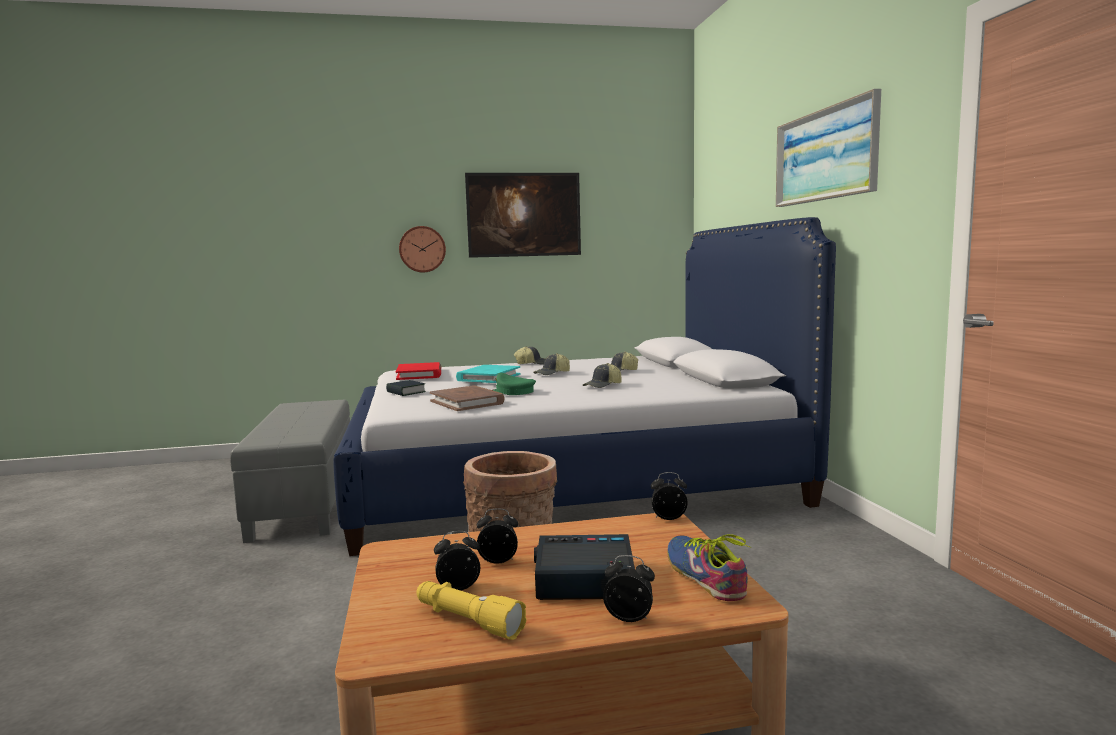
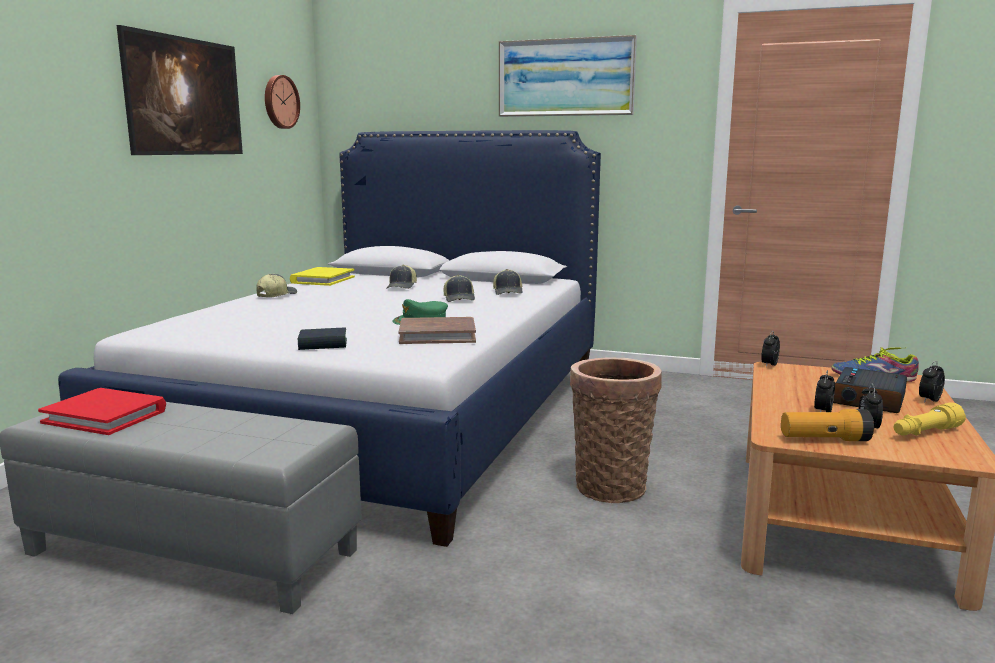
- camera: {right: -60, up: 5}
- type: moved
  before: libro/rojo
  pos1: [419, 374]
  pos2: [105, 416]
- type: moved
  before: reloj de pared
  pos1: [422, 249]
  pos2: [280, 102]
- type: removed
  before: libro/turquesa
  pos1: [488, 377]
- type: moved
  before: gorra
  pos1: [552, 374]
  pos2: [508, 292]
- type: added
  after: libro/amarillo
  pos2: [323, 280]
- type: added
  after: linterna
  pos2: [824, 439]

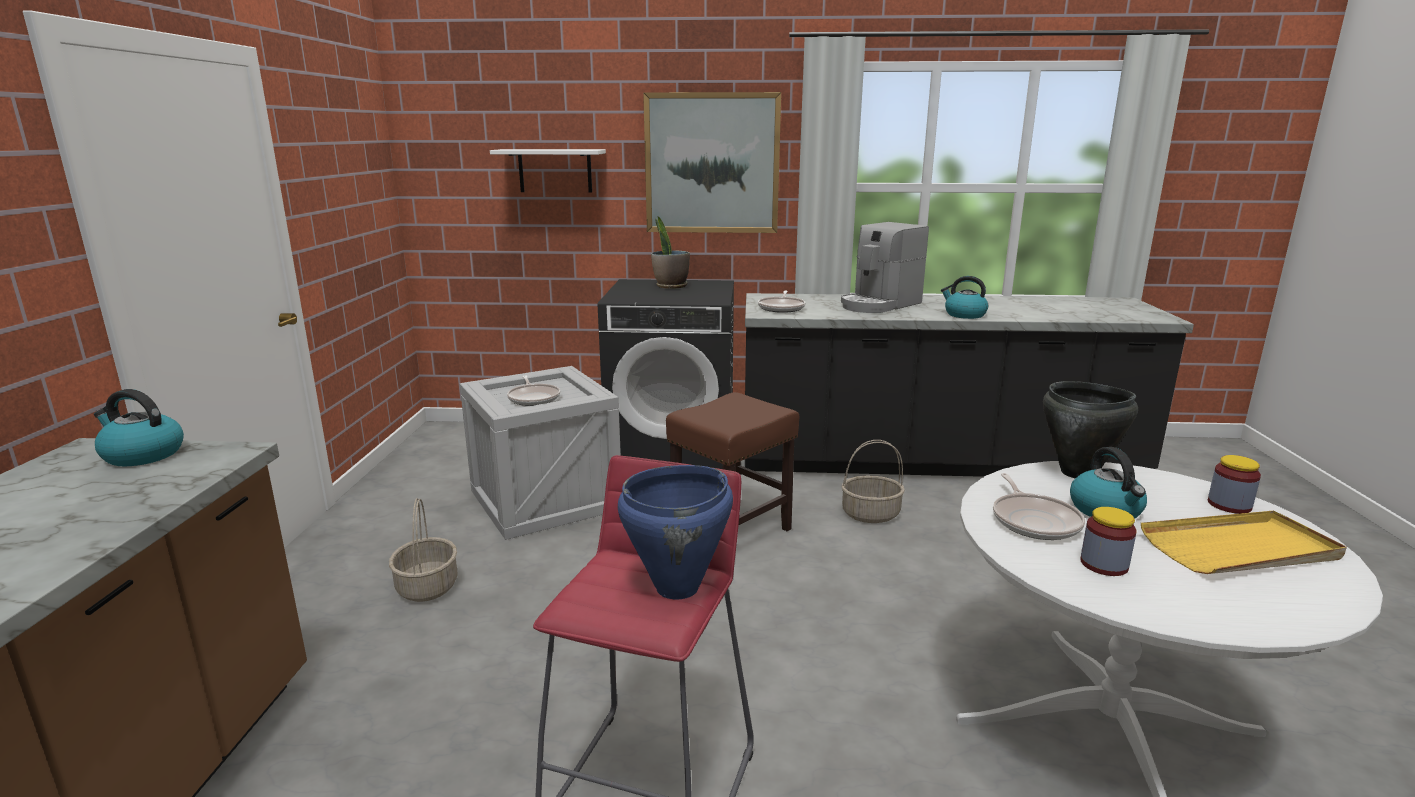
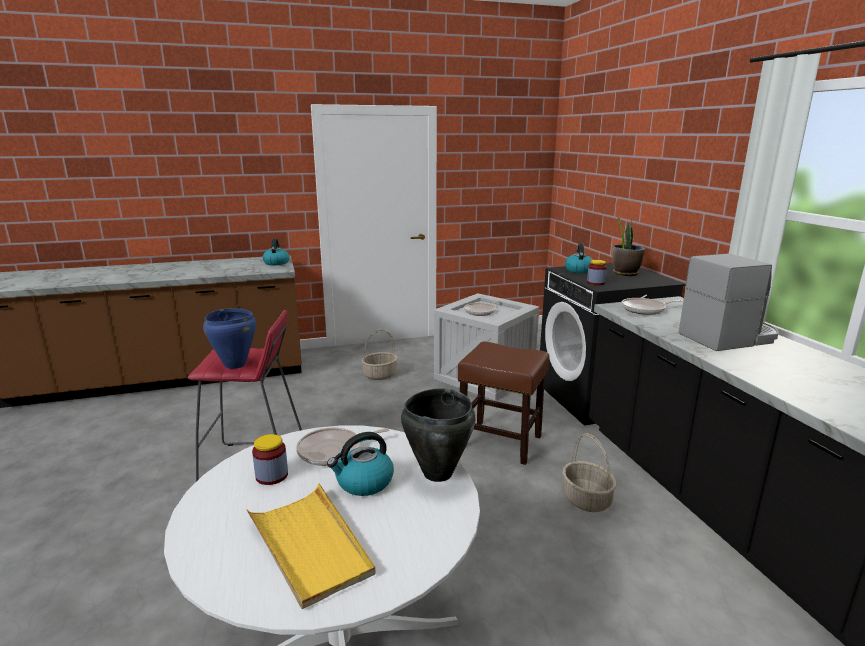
- camera: {right: 70, up: 0}
- type: removed
  before: estante/blanco
  pos1: [555, 170]
- type: removed
  before: cuadro
  pos1: [712, 164]
- type: turned
  before: cafetera
  pos1: [879, 305]
  pos2: [729, 337]
  turn: 135
- type: moved
  before: hervidor
  pos1: [964, 315]
  pos2: [578, 270]
- type: moved
  before: tarro
  pos1: [1229, 505]
  pos2: [595, 283]

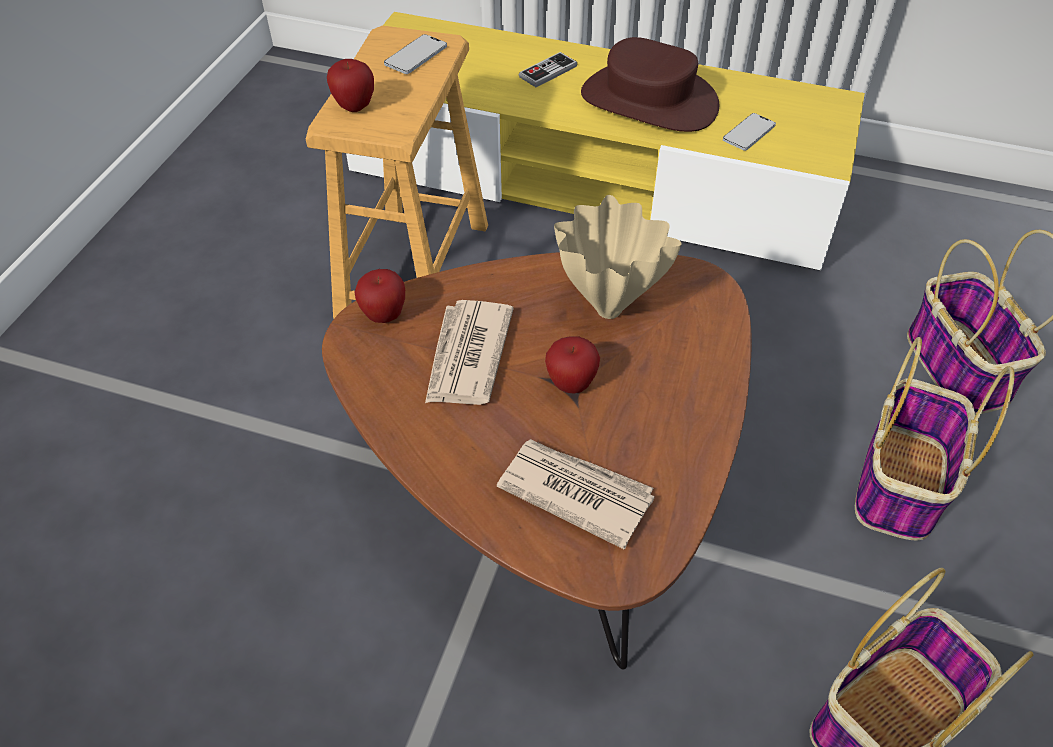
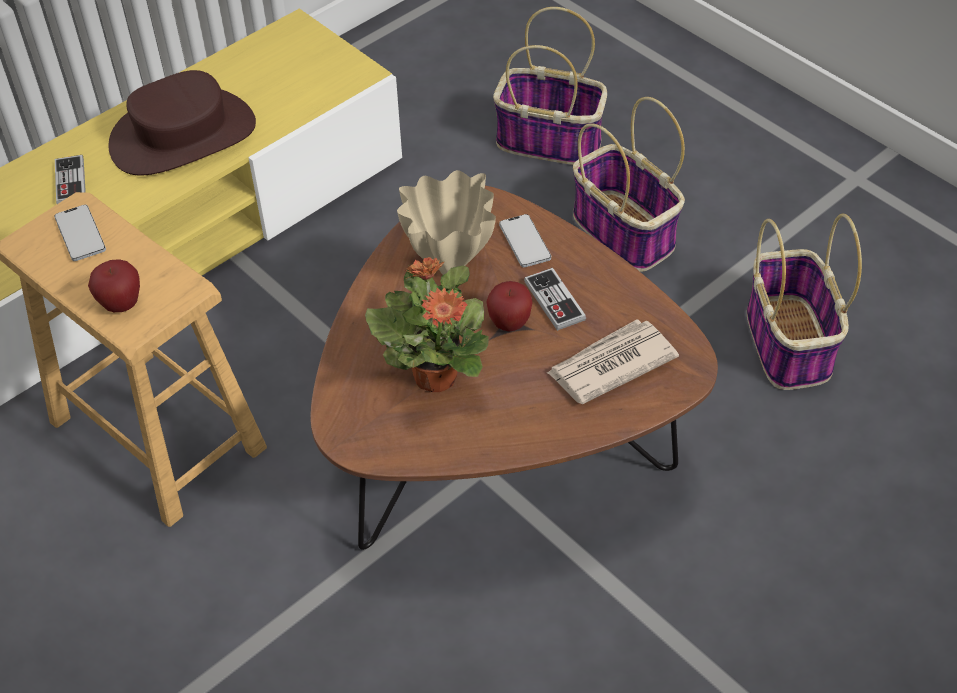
- camera: {right: -60, up: 0}
- type: removed
  before: manzana
  pos1: [384, 315]
- type: replaced
  before: periódico
  after: planta en maceta
  pos1: [467, 356]
  pos2: [435, 375]
- type: moved
  before: móvil
  pos1: [749, 133]
  pos2: [525, 242]
- type: added
  after: mando de consola
  pos2: [554, 301]

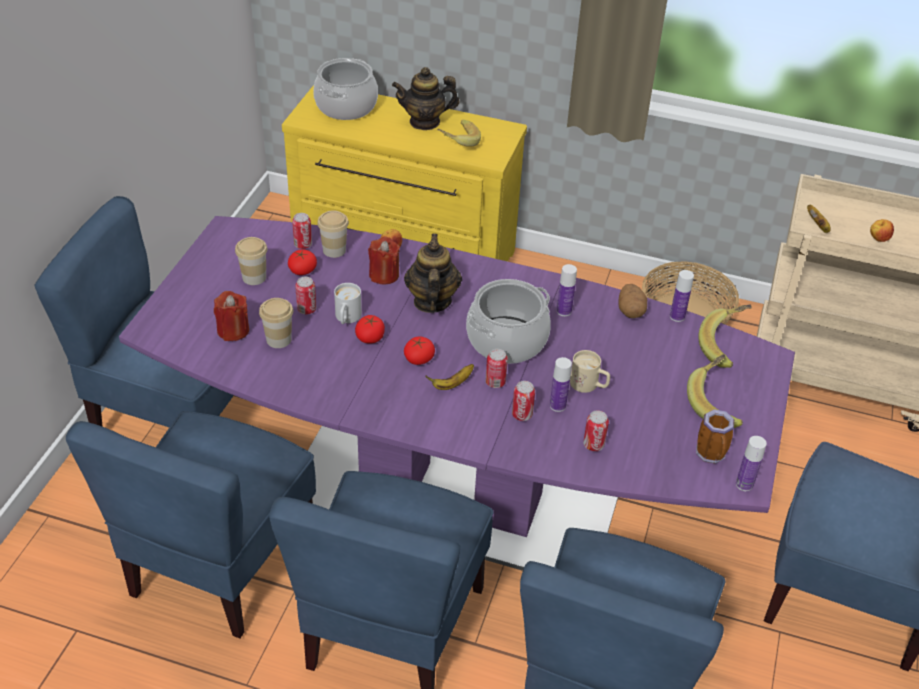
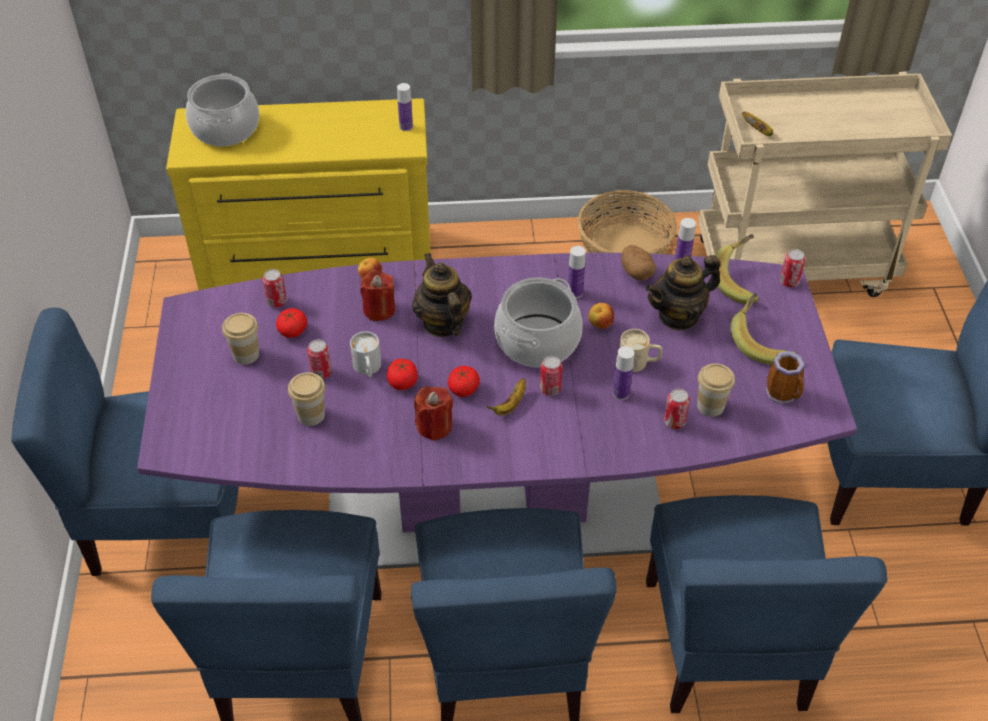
- camera: {right: -20, up: 5}
- type: moved
  before: vela/rojo
  pos1: [233, 330]
  pos2: [434, 426]
- type: moved
  before: taza
  pos1: [334, 250]
  pos2: [710, 406]
- type: moved
  before: tetera
  pos1: [425, 122]
  pos2: [678, 316]
- type: removed
  before: plátano
  pos1: [456, 142]
- type: moved
  before: lata
  pos1: [522, 415]
  pos2: [789, 282]
- type: moved
  before: botella
  pos1: [744, 484]
  pos2: [406, 127]
- type: moved
  before: manzana
  pos1: [878, 239]
  pos2: [600, 325]

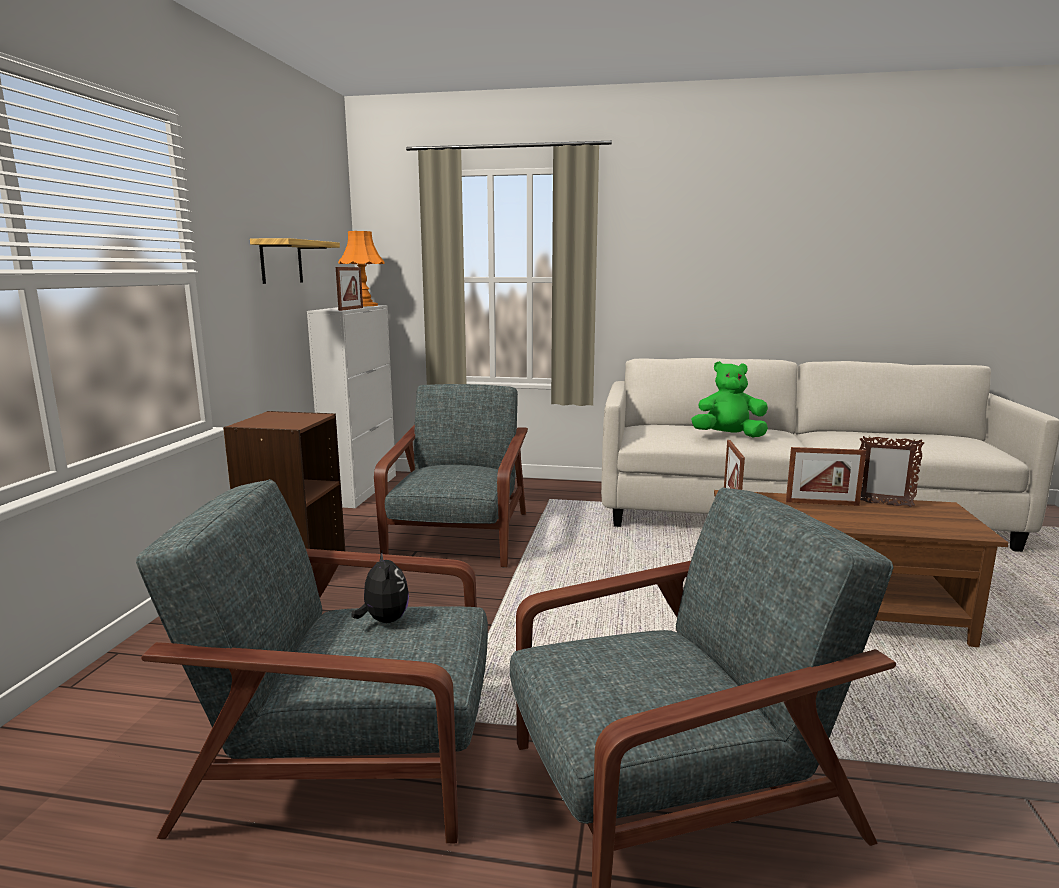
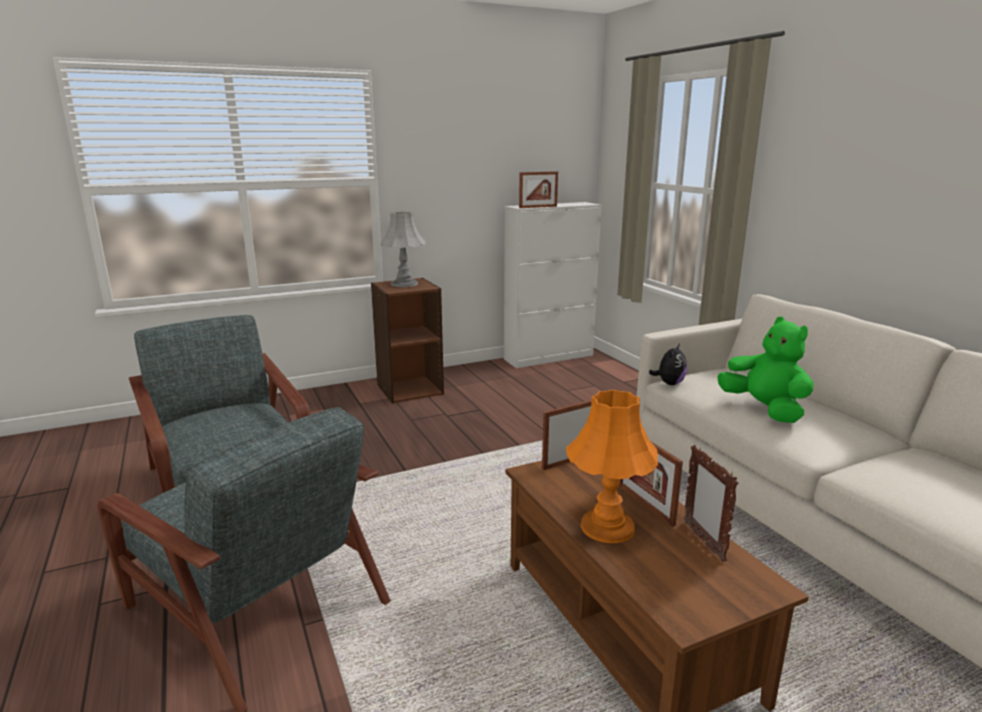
- camera: {right: 55, up: 5}
- type: removed
  before: estante
  pos1: [281, 262]
- type: moved
  before: lámpara de mesa/naranja
  pos1: [364, 305]
  pos2: [607, 527]
- type: moved
  before: peluche
  pos1: [384, 620]
  pos2: [669, 383]
- type: removed
  before: sillón/gris
  pos1: [459, 537]
- type: added
  after: lámpara de mesa/gris
  pos2: [404, 284]

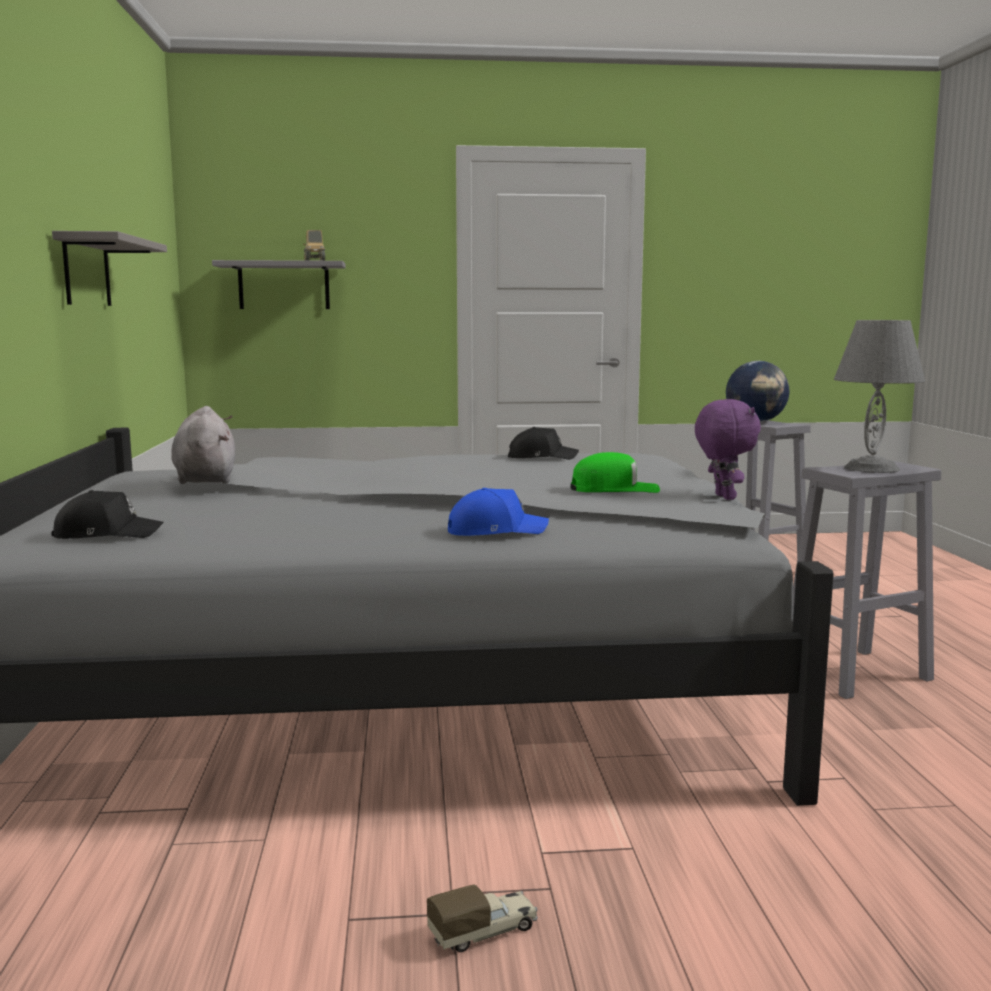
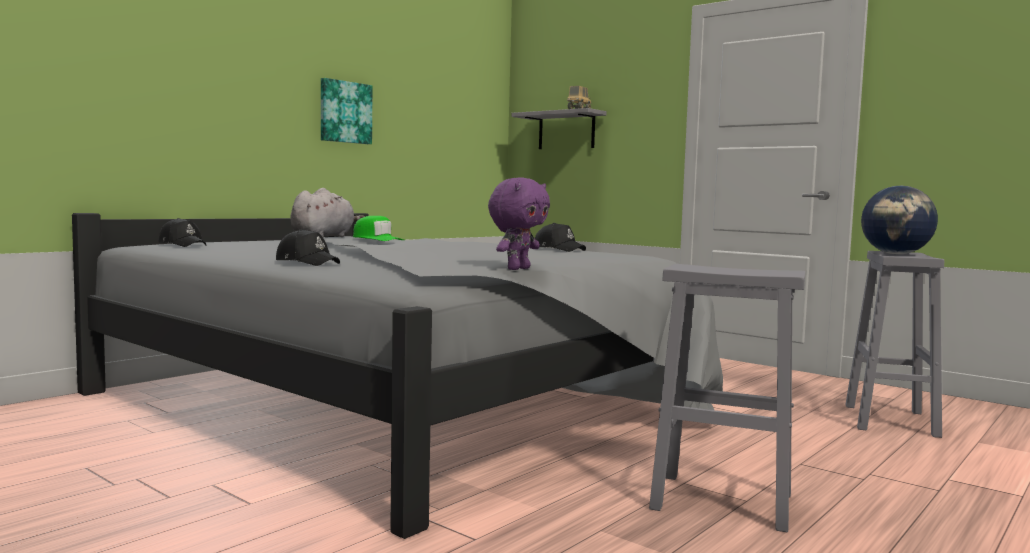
- camera: {right: 45, up: -5}
- type: replaced
  before: estante/gris
  after: cuadro
  pos1: [87, 271]
  pos2: [345, 112]
- type: removed
  before: camión de juguete
  pos1: [484, 932]
- type: recoloured
  before: gorra/azul
  after: gorra/negro
  pos1: [495, 531]
  pos2: [307, 262]
- type: moved
  before: gorra/verde
  pos1: [614, 489]
  pos2: [377, 239]
- type: removed
  before: lámpara de mesa/gris
  pos1: [871, 468]

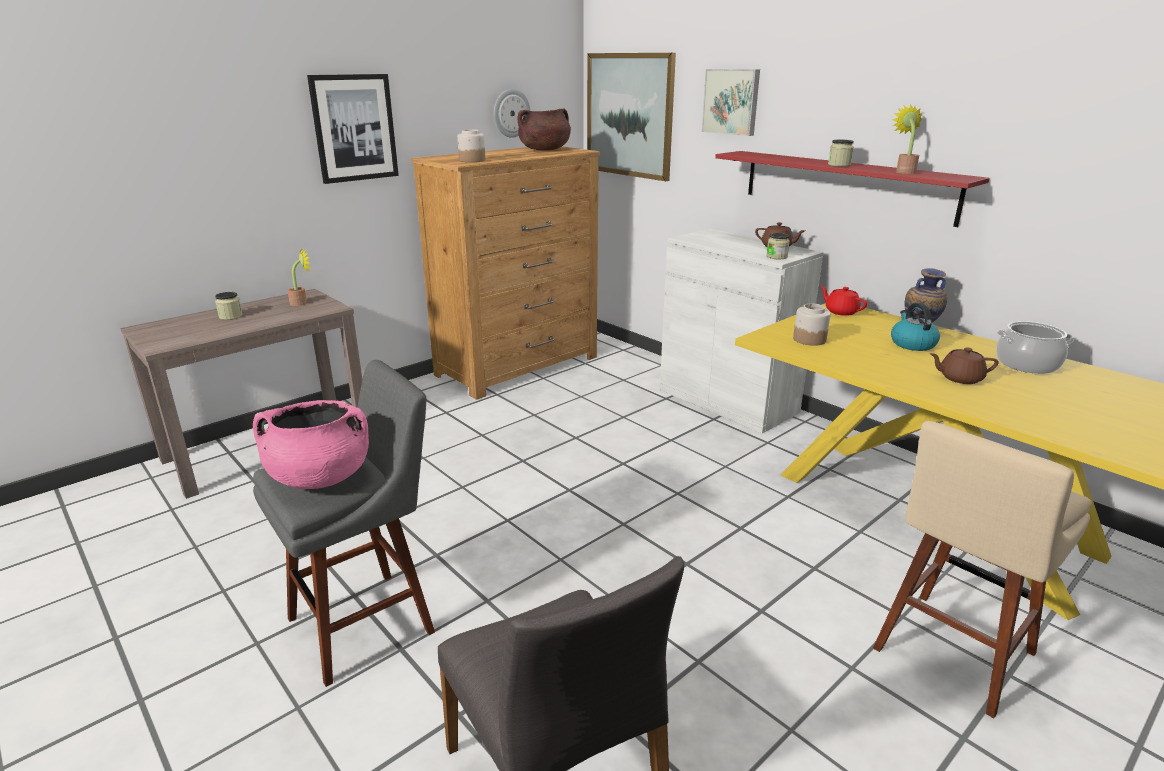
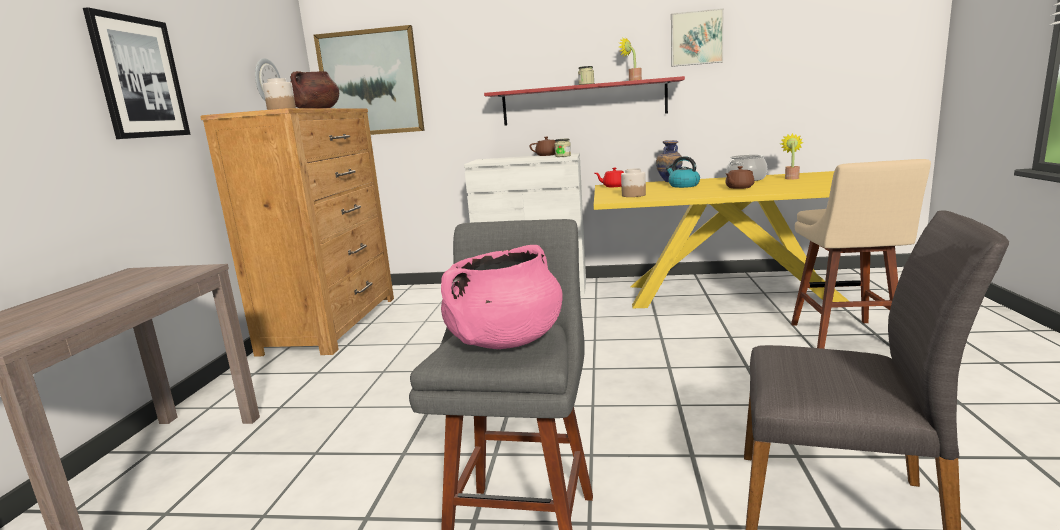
- camera: {right: -40, up: -10}
- type: removed
  before: tarro
  pos1: [230, 316]
- type: moved
  before: planta en maceta
  pos1: [302, 302]
  pos2: [791, 178]
- type: moved
  before: cuadro
  pos1: [731, 101]
  pos2: [696, 38]

